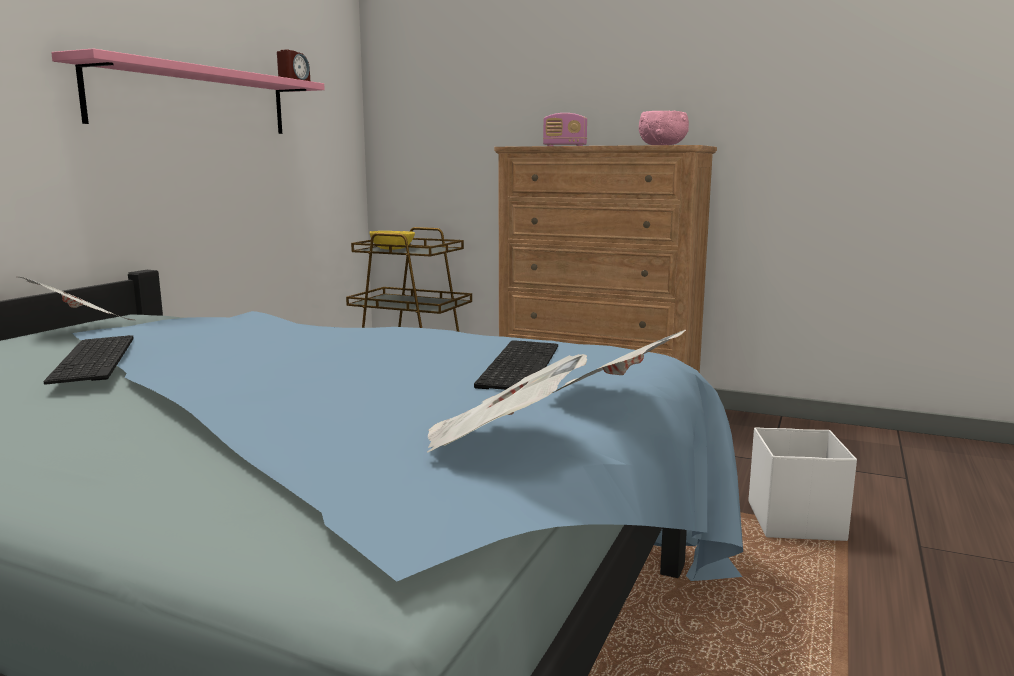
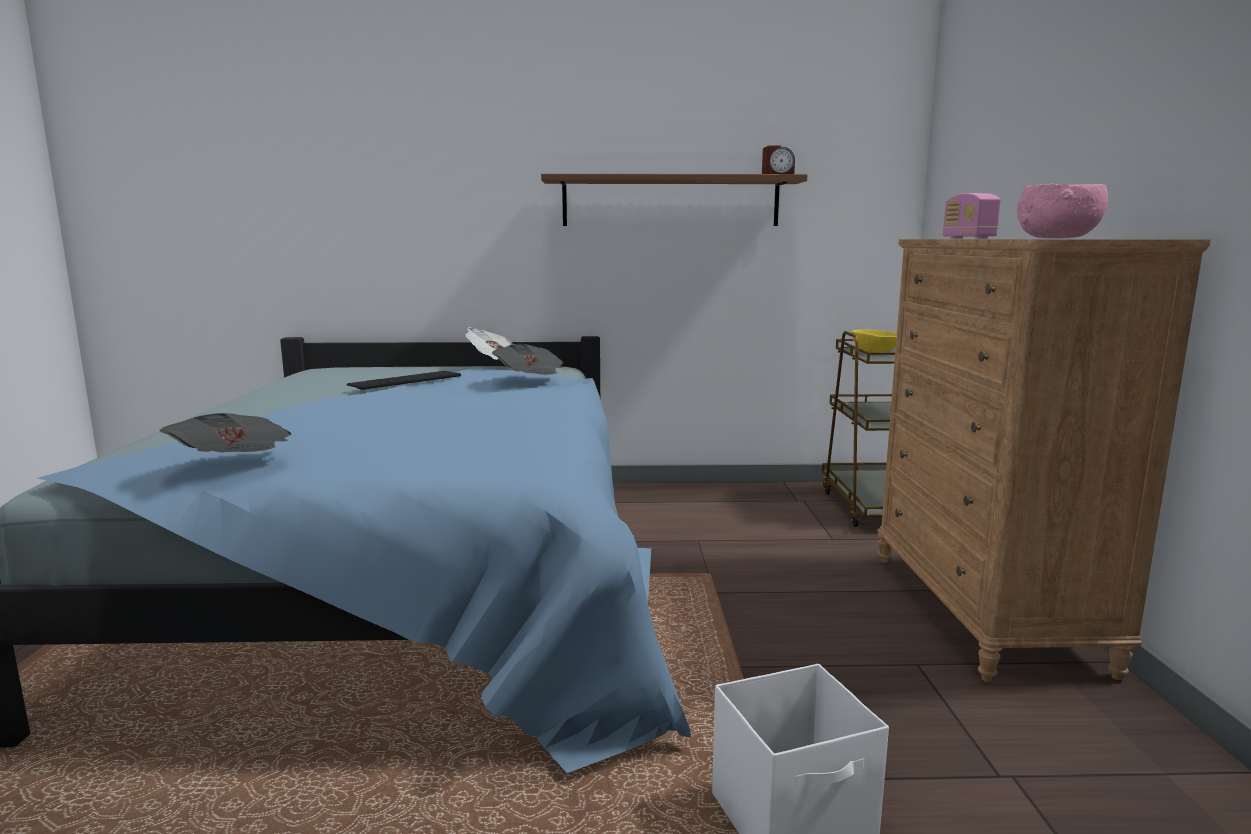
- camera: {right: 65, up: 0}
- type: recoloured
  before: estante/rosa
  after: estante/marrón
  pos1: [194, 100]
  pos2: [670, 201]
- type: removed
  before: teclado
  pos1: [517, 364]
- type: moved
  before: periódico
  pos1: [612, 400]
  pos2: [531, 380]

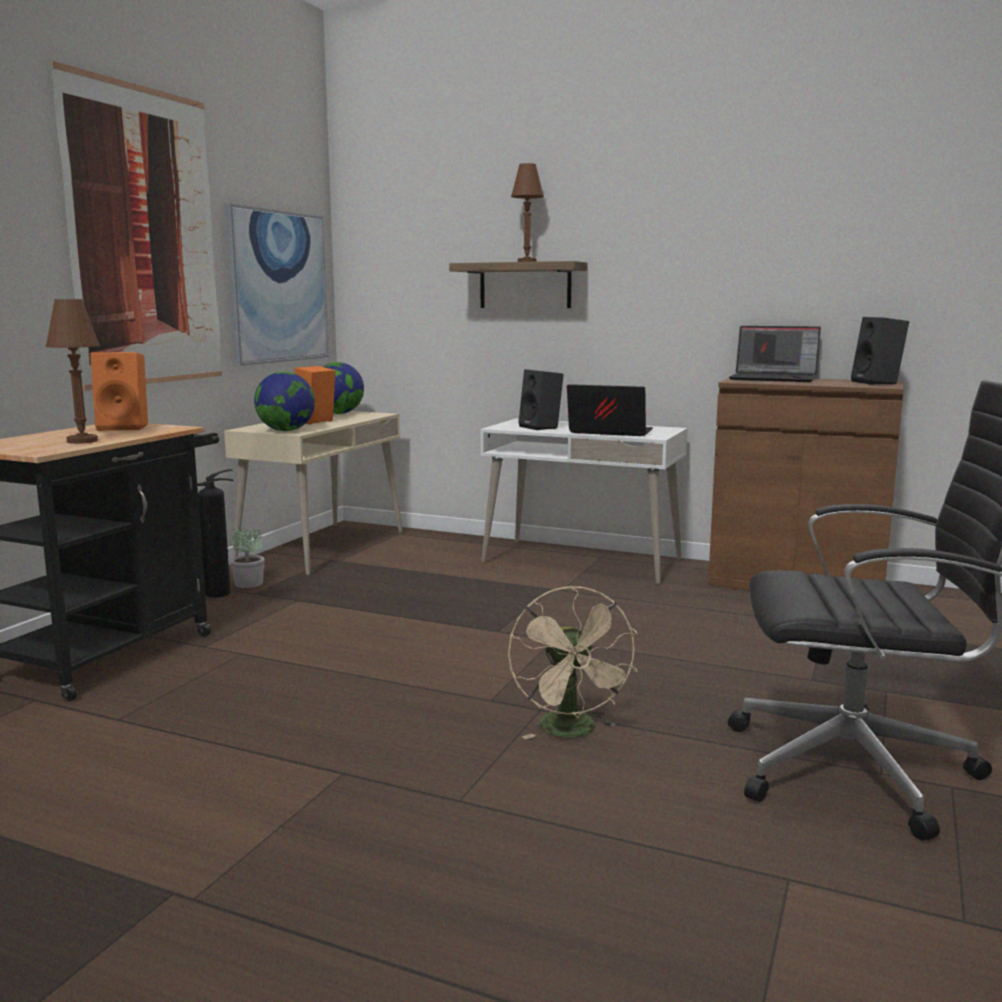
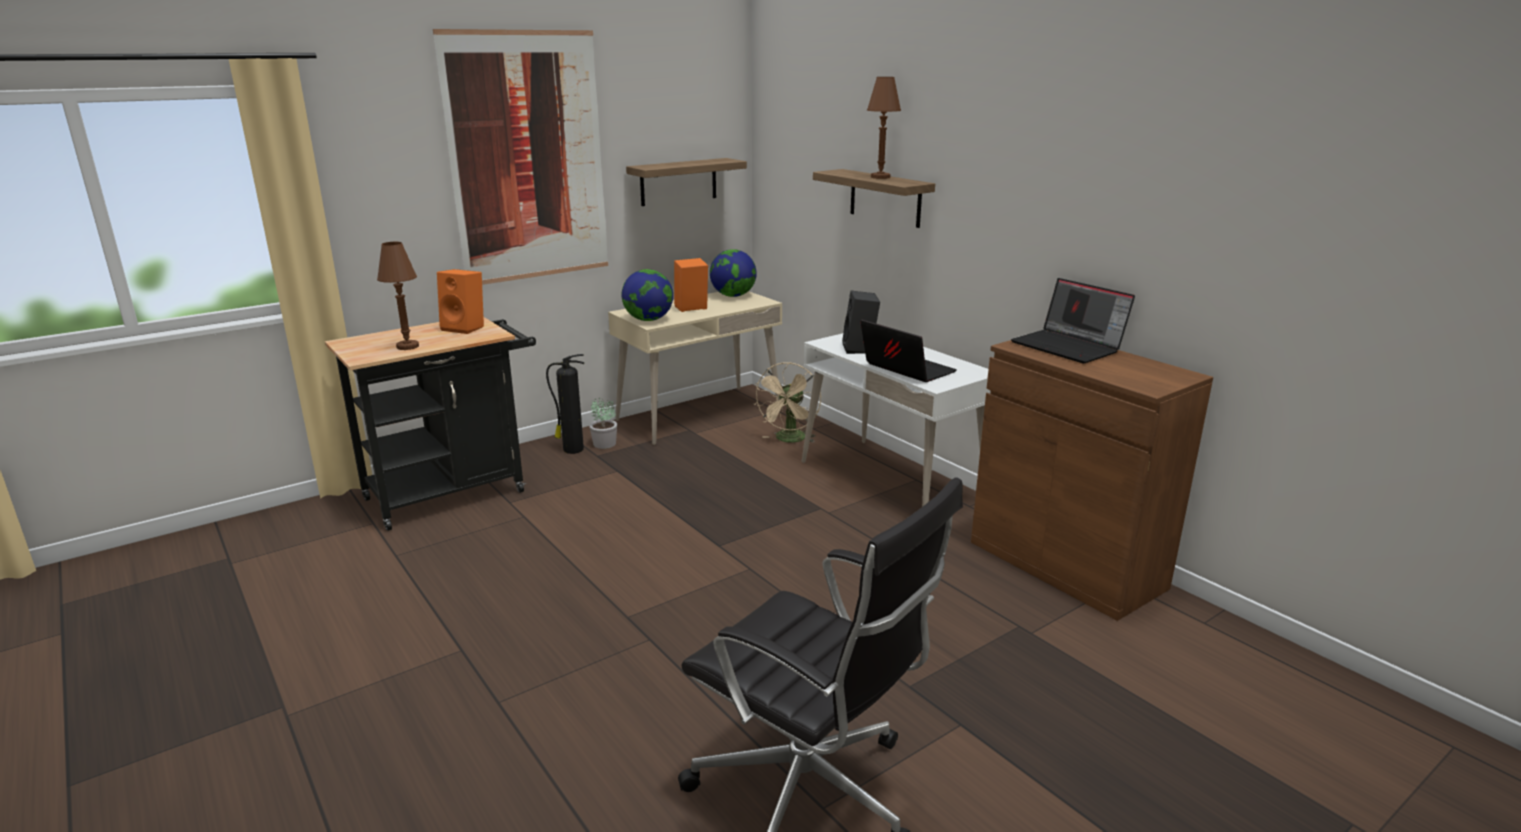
- camera: {right: 30, up: 10}
- type: replaced
  before: cuadro
  after: estante
  pos1: [278, 287]
  pos2: [678, 182]
- type: moved
  before: ventilador/beis
  pos1: [572, 732]
  pos2: [789, 440]
- type: removed
  before: altavoz/negro
  pos1: [878, 383]

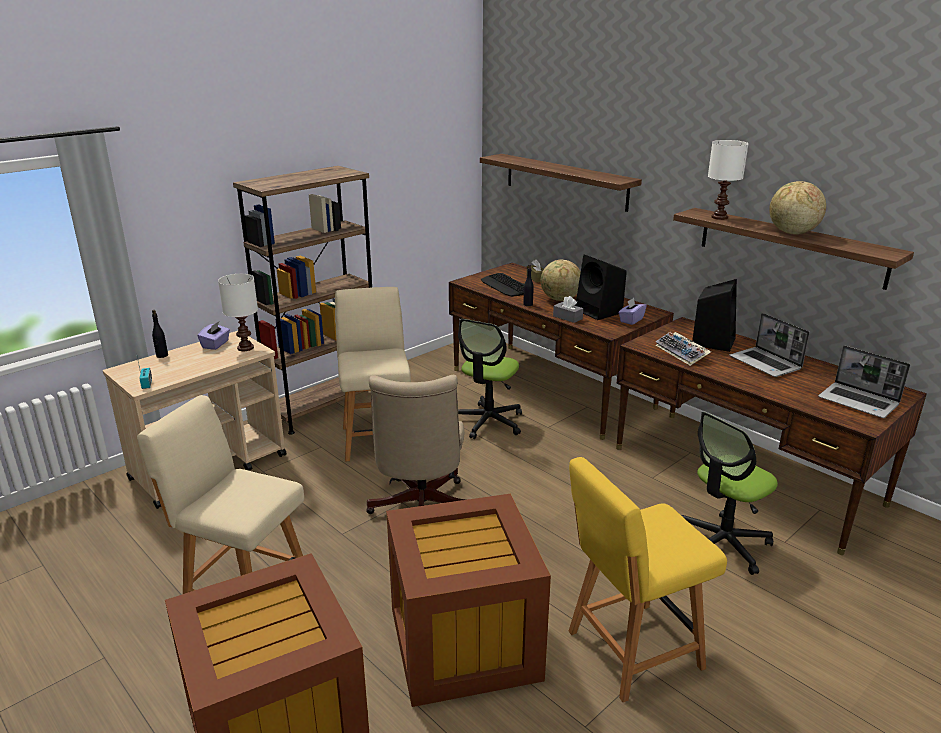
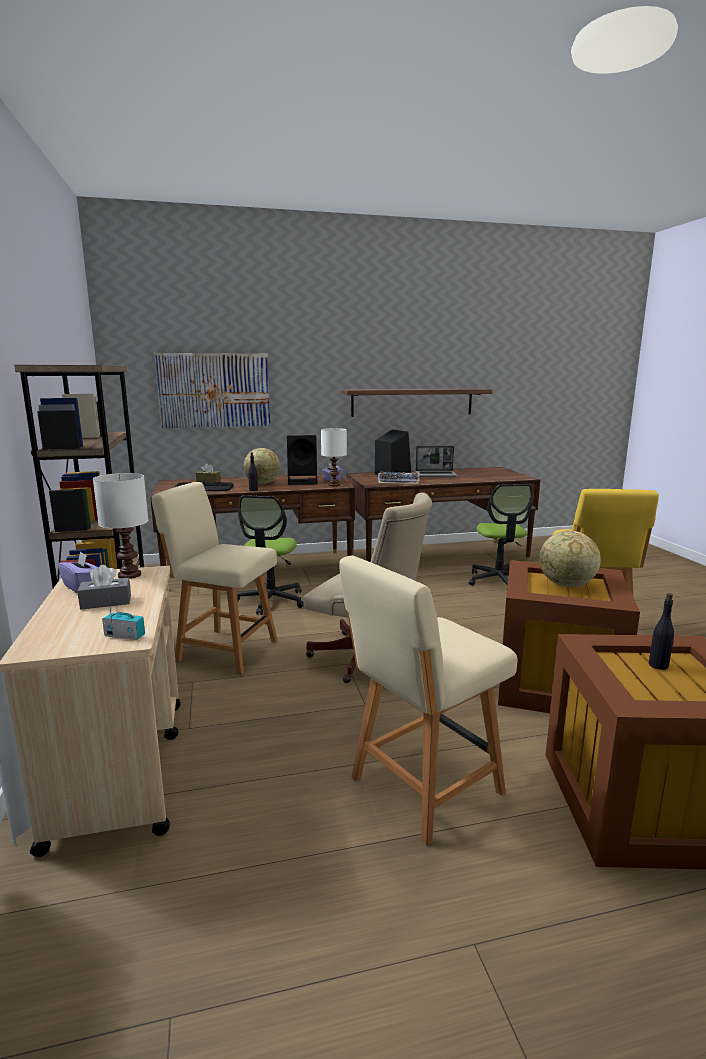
- camera: {right: -60, up: -10}
- type: moved
  before: botella/negro
  pos1: [162, 355]
  pos2: [658, 665]
- type: turned
  before: silla de oficina
  pos1: [488, 422]
  pos2: [271, 601]
  turn: 45
- type: replaced
  before: estante
  after: cuadro
  pos1: [565, 181]
  pos2: [214, 390]
- type: moved
  before: caja de pañuelos/gris
  pos1: [567, 317]
  pos2: [106, 602]
- type: moved
  before: lámpara de mesa/blanco
  pos1: [720, 217]
  pos2: [334, 485]
- type: moved
  before: globo terráqueo
  pos1: [792, 233]
  pos2: [566, 585]
- type: removed
  before: portátil
  pos1: [859, 402]

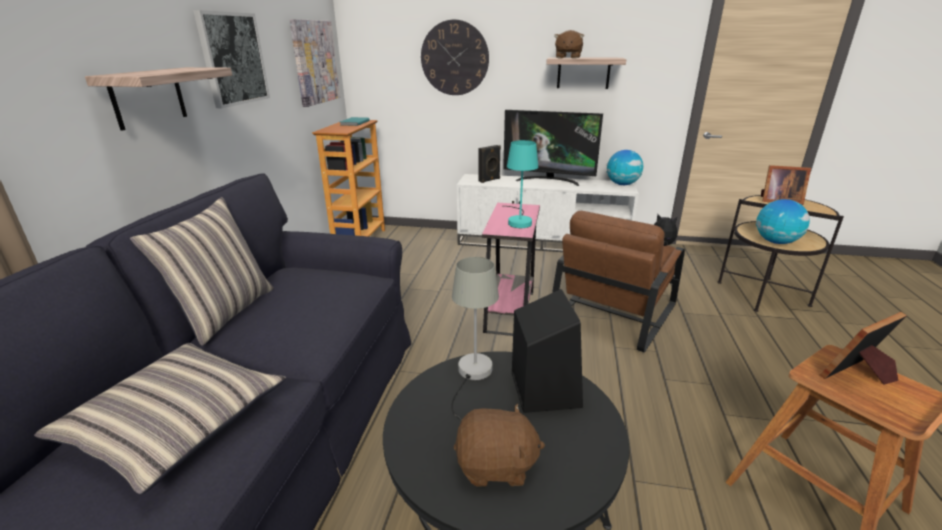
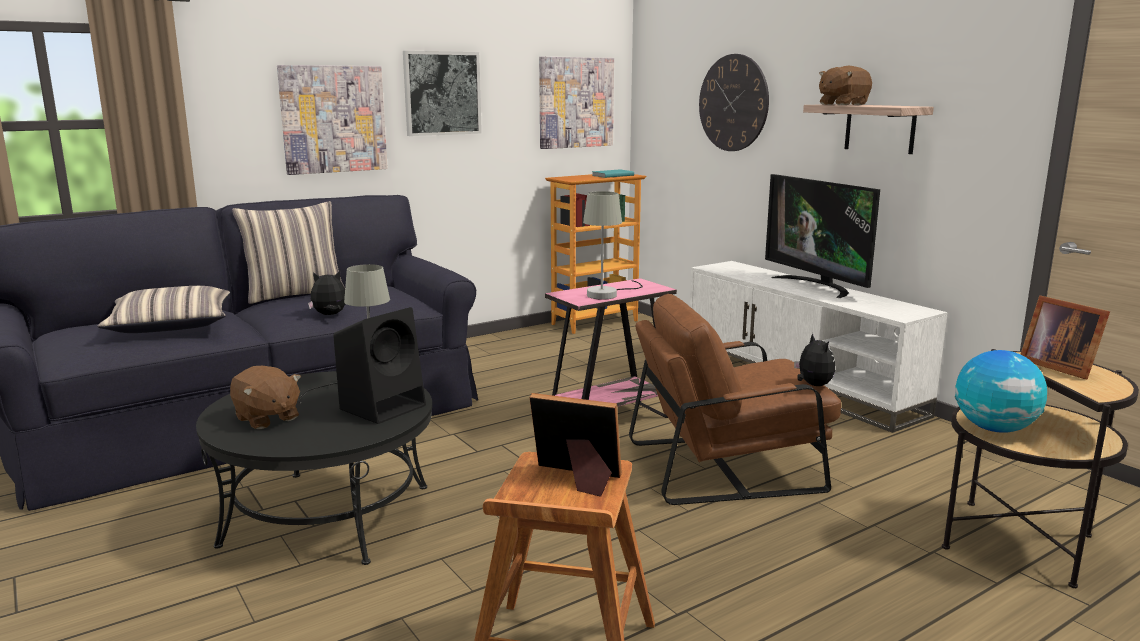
- camera: {right: 45, up: -10}
- type: replaced
  before: estante
  after: cuadro
  pos1: [148, 97]
  pos2: [333, 119]
- type: removed
  before: altavoz/negro
  pos1: [489, 180]
- type: recoloured
  before: lámpara de mesa/turquesa
  after: lámpara de mesa/gris
  pos1: [519, 221]
  pos2: [608, 294]
- type: removed
  before: globo terráqueo
  pos1: [622, 184]
- type: added
  after: peluche
  pos2: [330, 315]

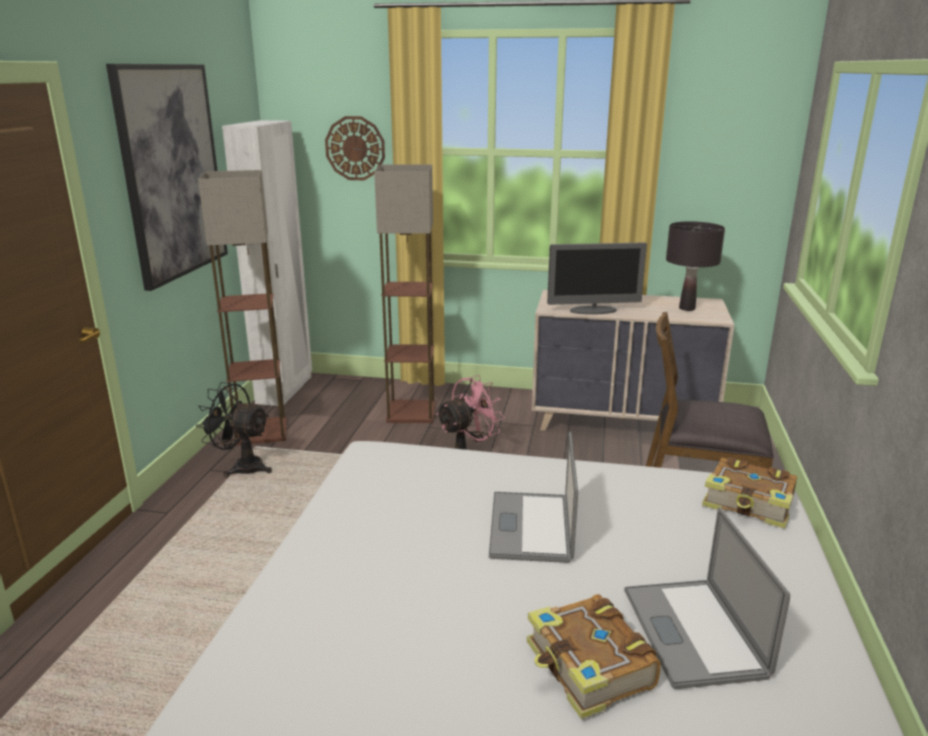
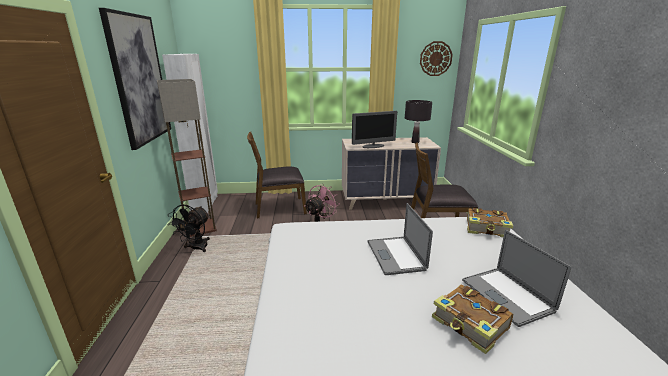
- camera: {right: -15, up: 0}
- type: turned
  before: ventilador/negro
  pos1: [241, 467]
  pos2: [196, 248]
  turn: -75
- type: moved
  before: reloj de pared
  pos1: [355, 148]
  pos2: [435, 58]
- type: replaced
  before: lámpara de pie
  after: silla/marrón
  pos1: [410, 412]
  pos2: [279, 208]

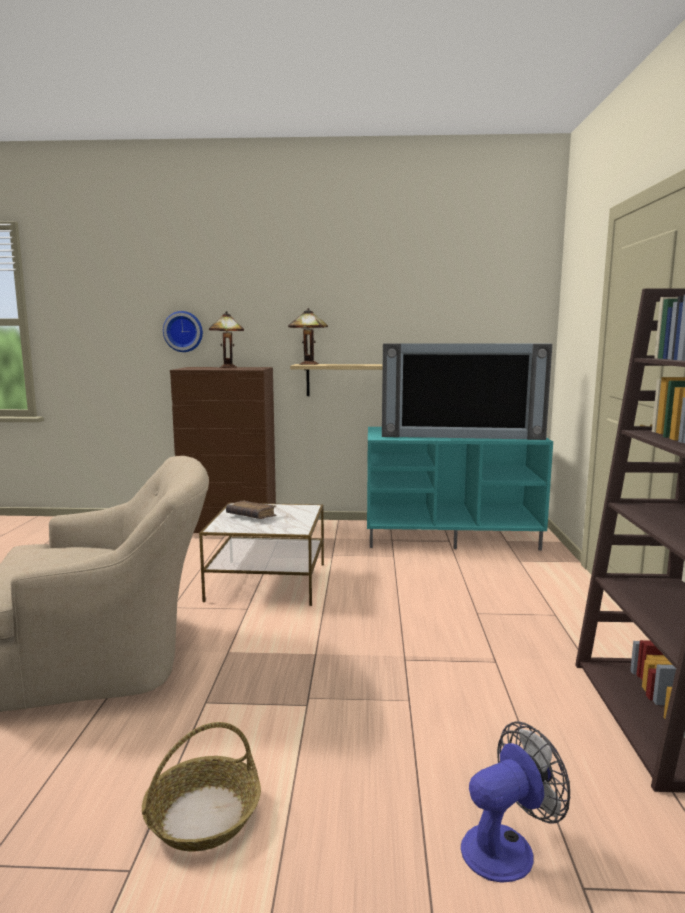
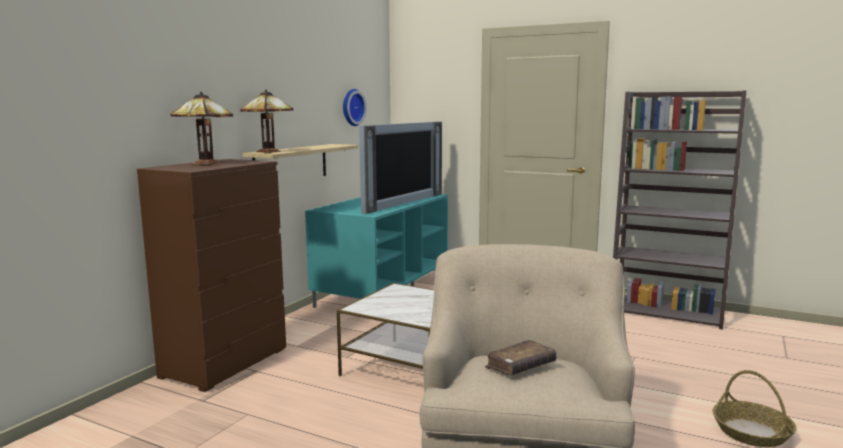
- camera: {right: -65, up: 0}
- type: moved
  before: reloj de pared
  pos1: [183, 331]
  pos2: [351, 107]
- type: moved
  before: libro/marrón
  pos1: [251, 516]
  pos2: [520, 367]
- type: removed
  before: ventilador
  pos1: [507, 846]

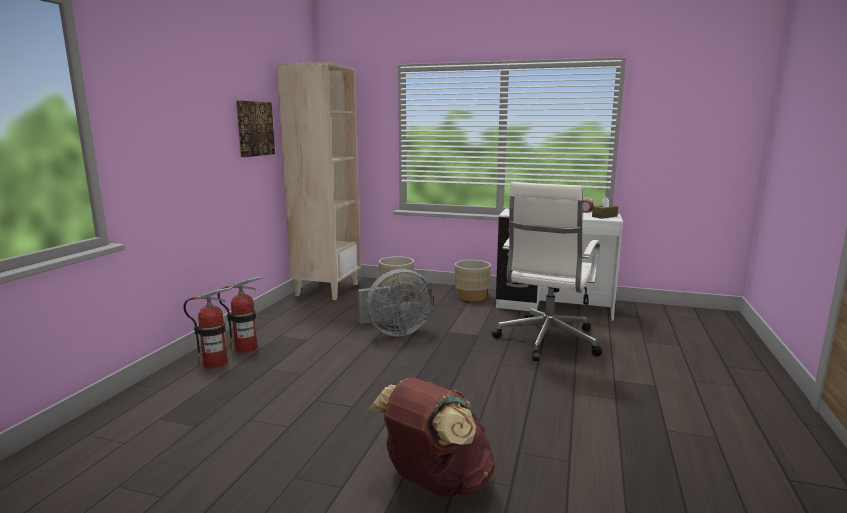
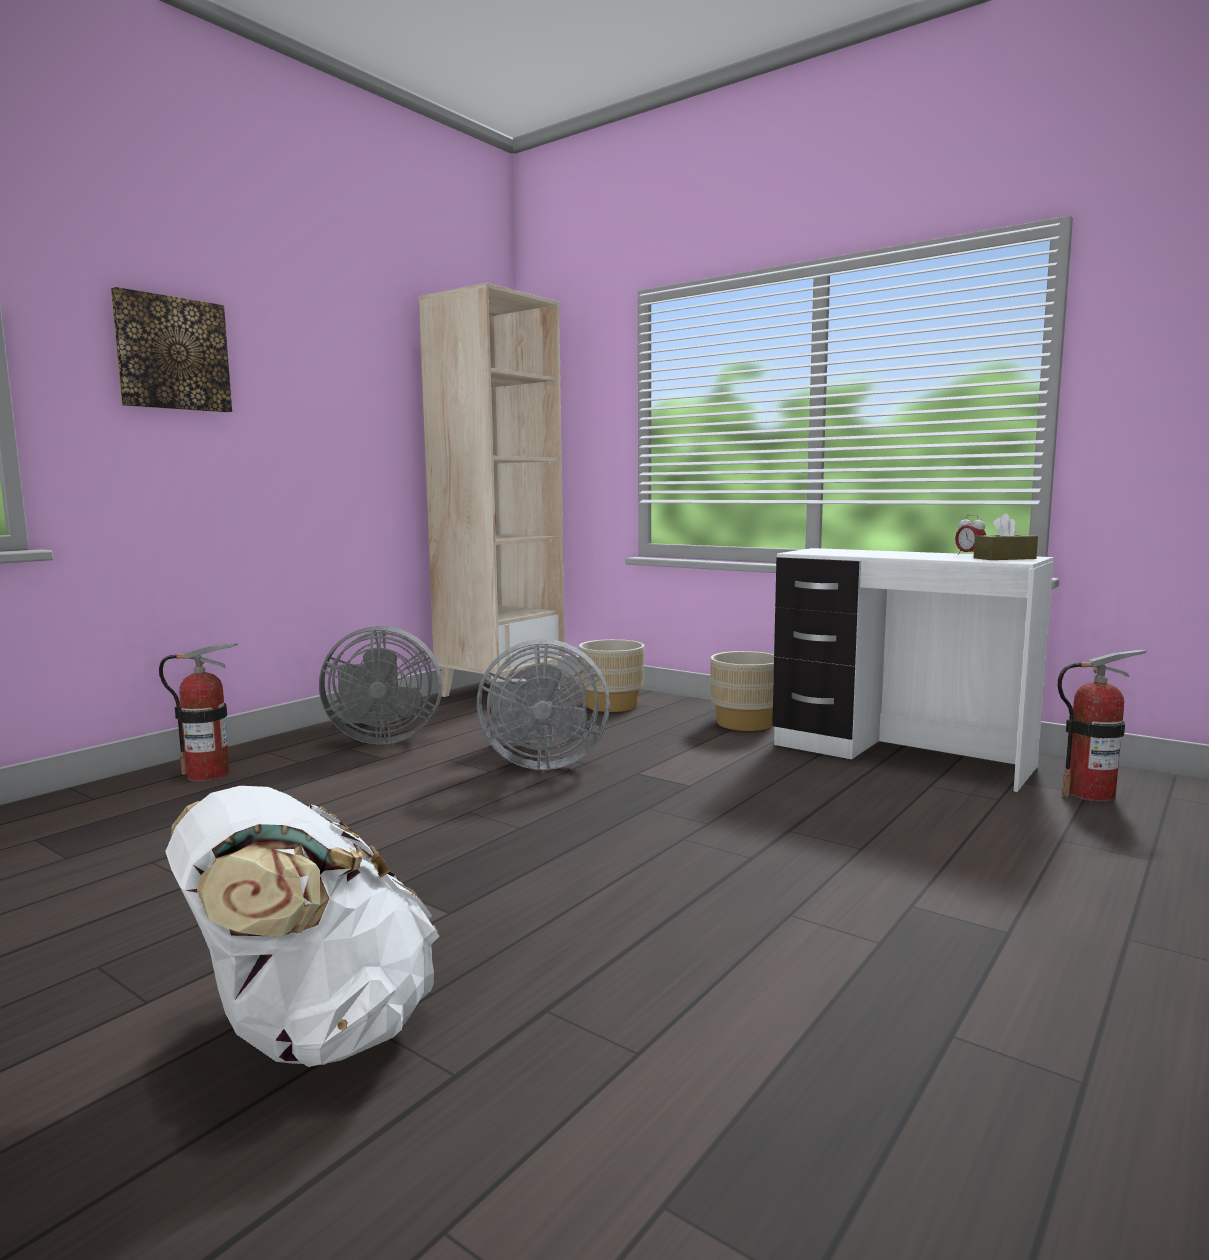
- camera: {right: 20, up: -5}
- type: moved
  before: extintor
  pos1: [246, 348]
  pos2: [1090, 794]
- type: moved
  before: cuadro
  pos1: [254, 128]
  pos2: [172, 354]
- type: recoloured
  before: mochila/marrón
  after: mochila/blanco
  pos1: [435, 483]
  pos2: [312, 1033]
- type: removed
  before: silla de oficina/blanco
  pos1: [546, 341]
- type: added
  after: ventilador/gris
  pos2: [381, 739]

